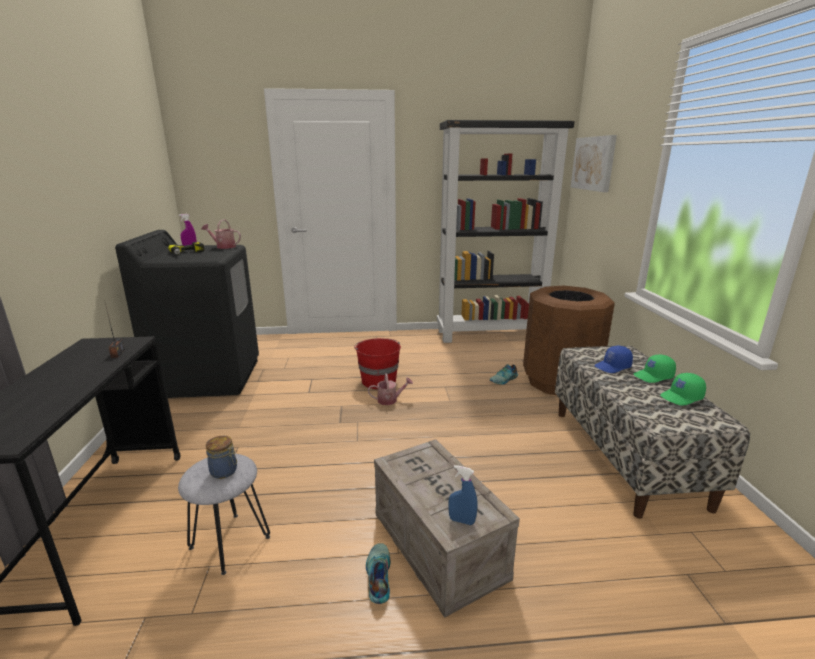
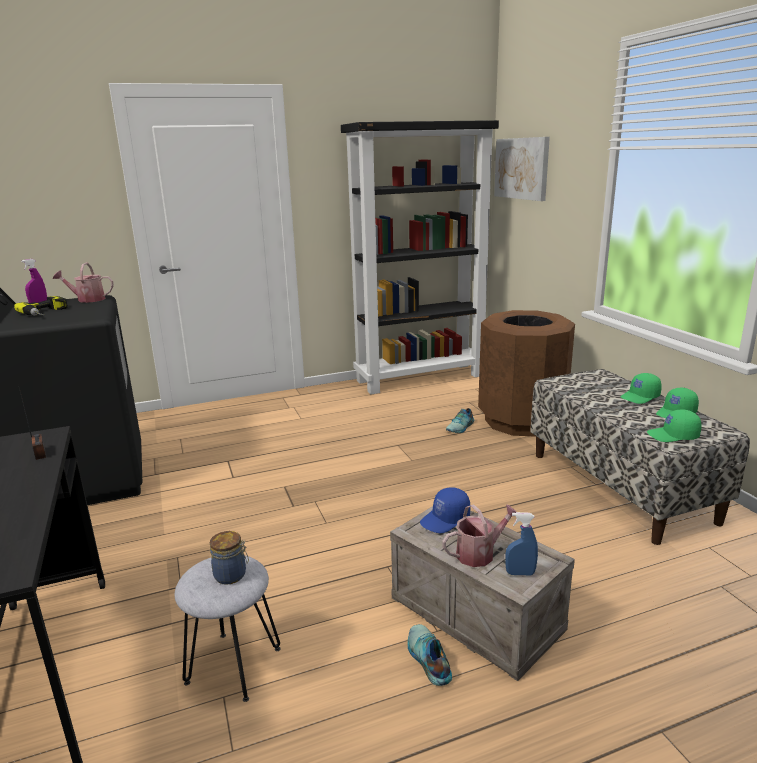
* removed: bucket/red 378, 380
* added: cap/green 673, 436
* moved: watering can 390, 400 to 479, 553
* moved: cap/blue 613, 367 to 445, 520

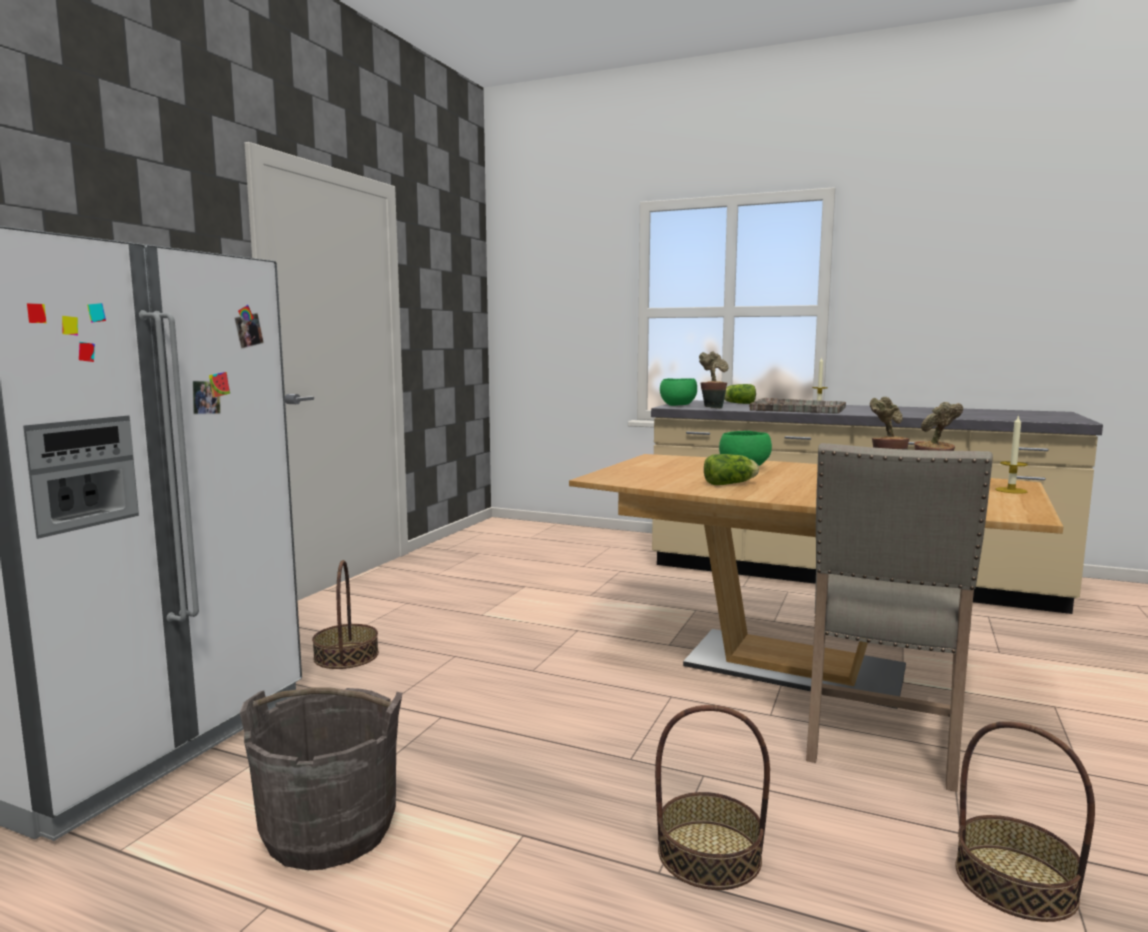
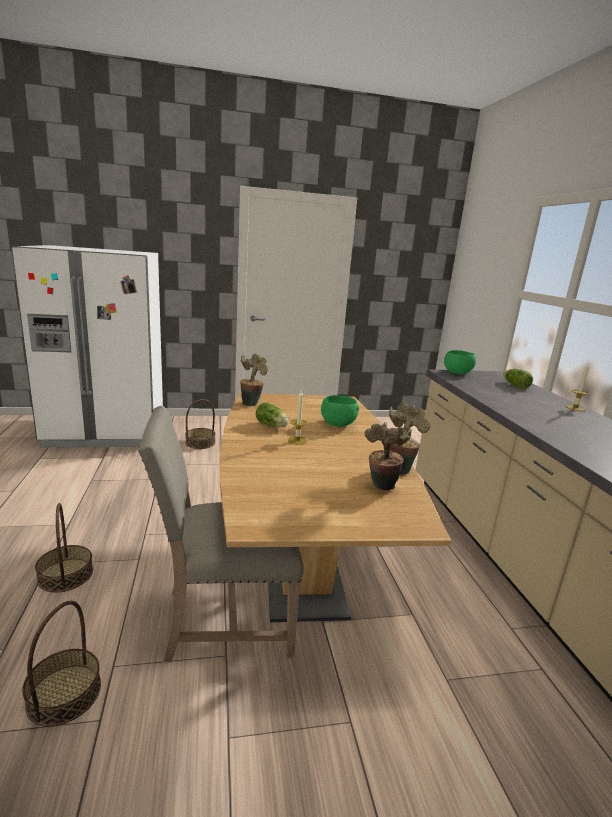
* removed: bucket/grey 329, 830
* removed: tray/grey 797, 409
* moved: potted plant 712, 407 to 252, 403
* moved: candle 1011, 490 to 297, 440

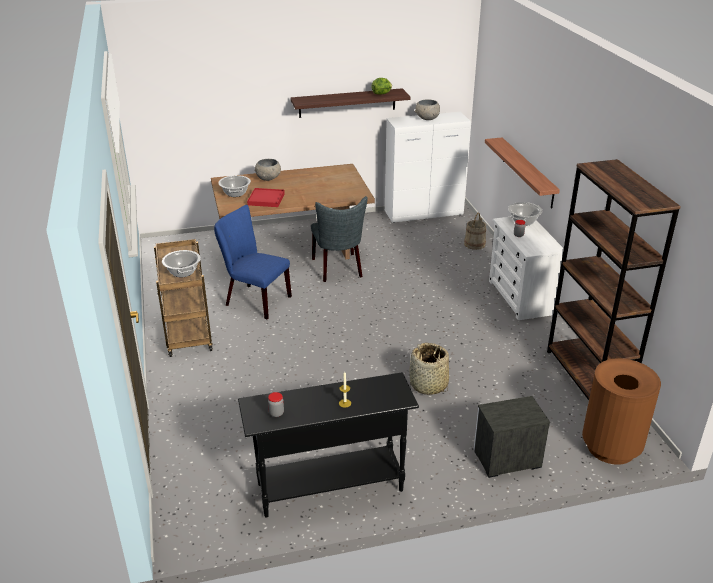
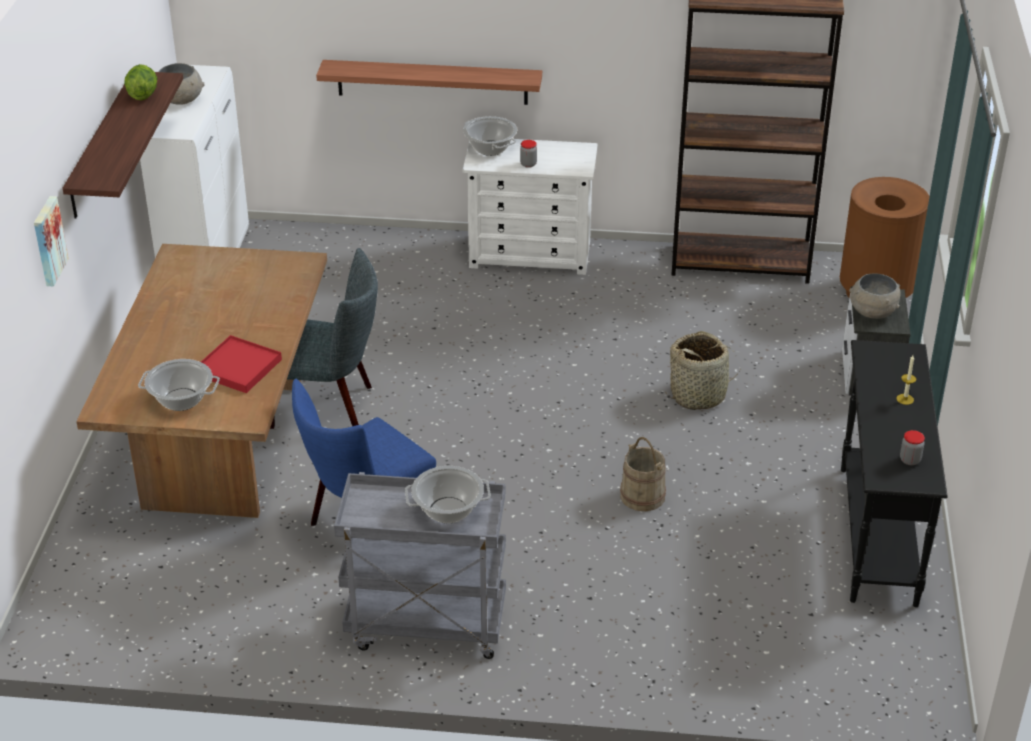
* added: picture 48, 241
* moved: bowl/grey 268, 178 to 873, 311
* moved: bucket/beige 474, 244 to 643, 496
* recoloured: cart/brown 187, 333 to cart/grey 425, 626

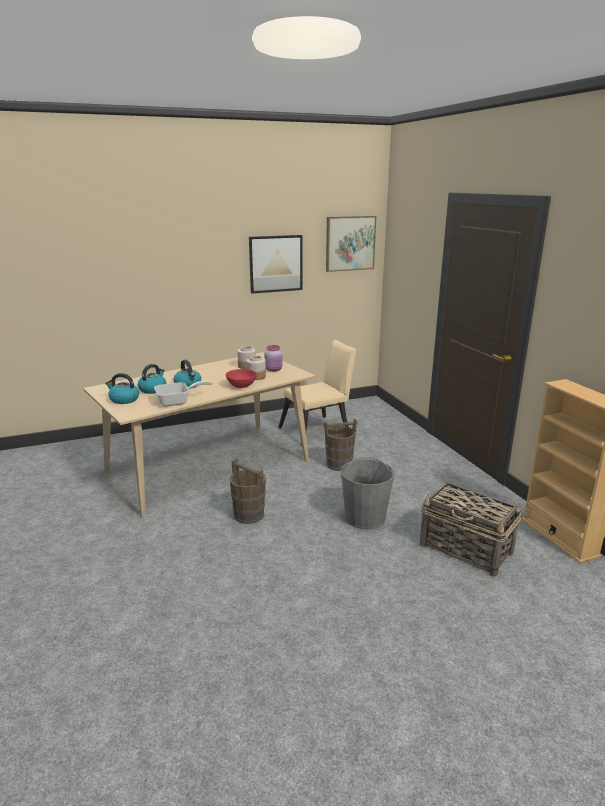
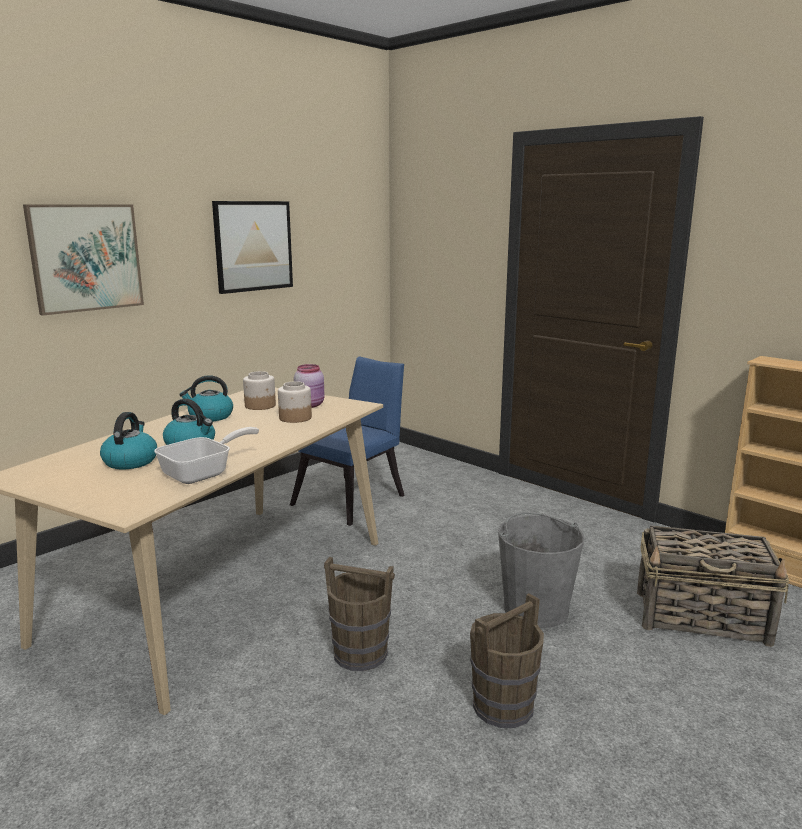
* removed: bowl/red 241, 386
* moved: kettle 123, 400 to 210, 416
* moved: bucket/brown 339, 464 to 503, 706
* moved: picture 350, 243 to 85, 257
* recoloured: chair/beige 318, 430 to chair/blue 354, 498

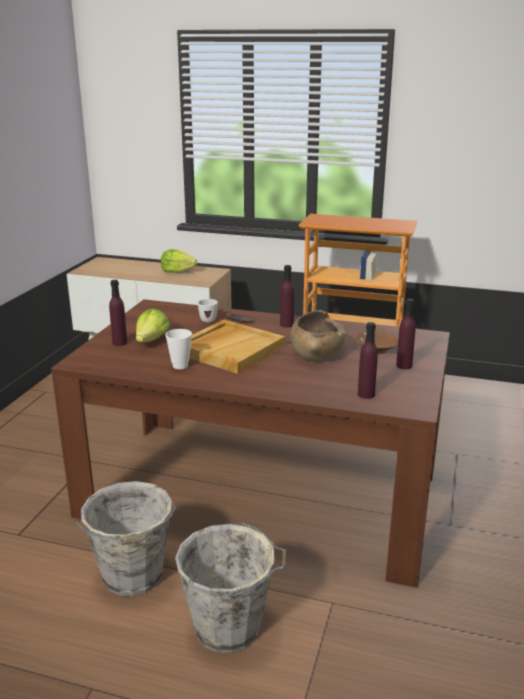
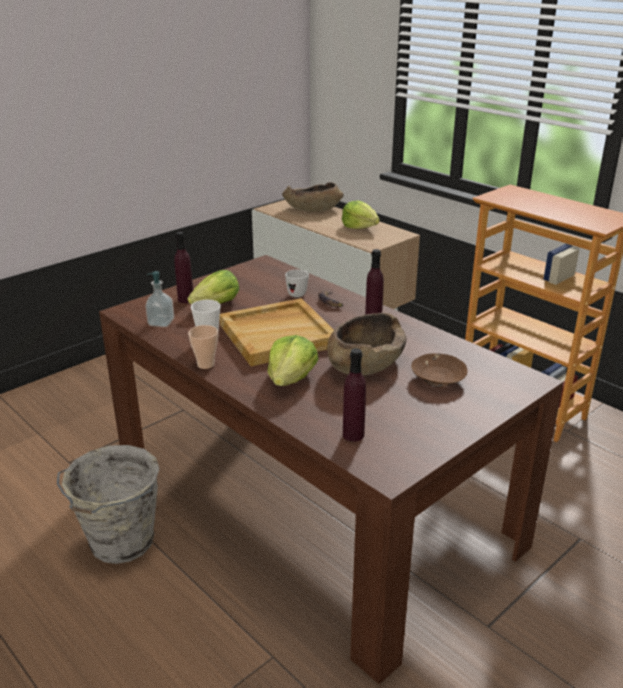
* removed: bucket/grey 230, 627
* removed: bottle/purple 404, 366
* added: soap dispenser 161, 322
* added: cup 205, 364
* added: lettuce 291, 379
* added: bowl/brown 312, 209

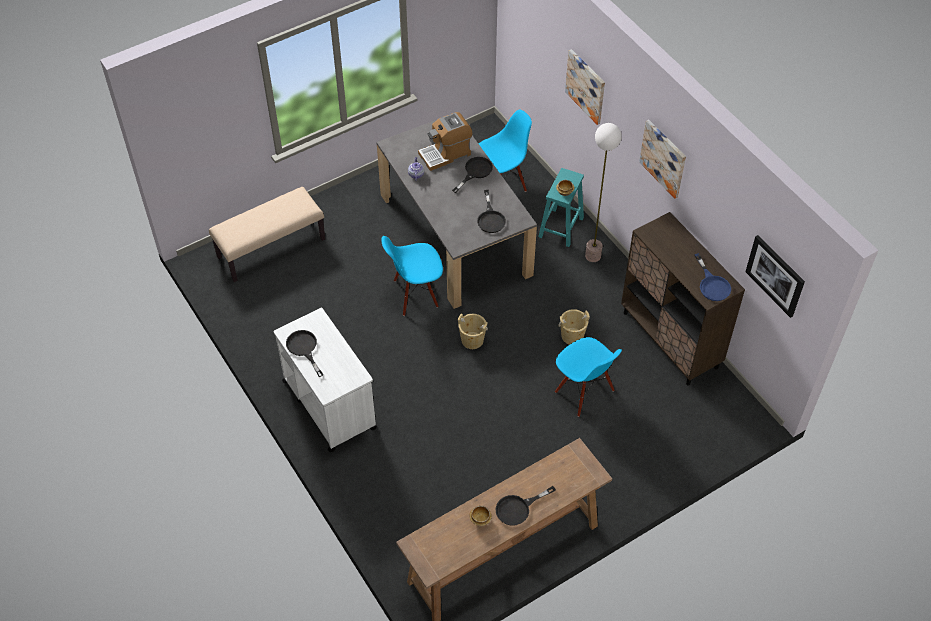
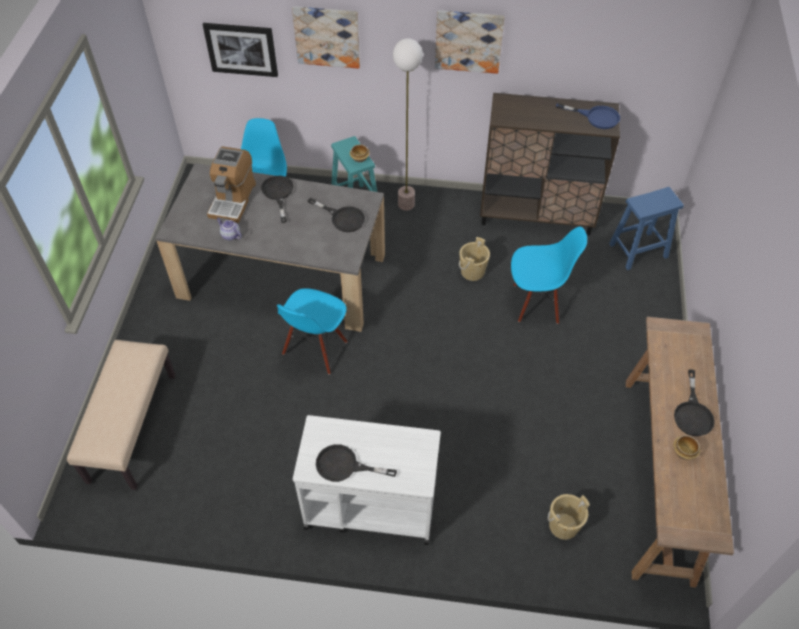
* added: stool/blue 639, 250
* moved: bucket/beige 472, 340 to 563, 525
* moved: picture 775, 275 to 241, 49

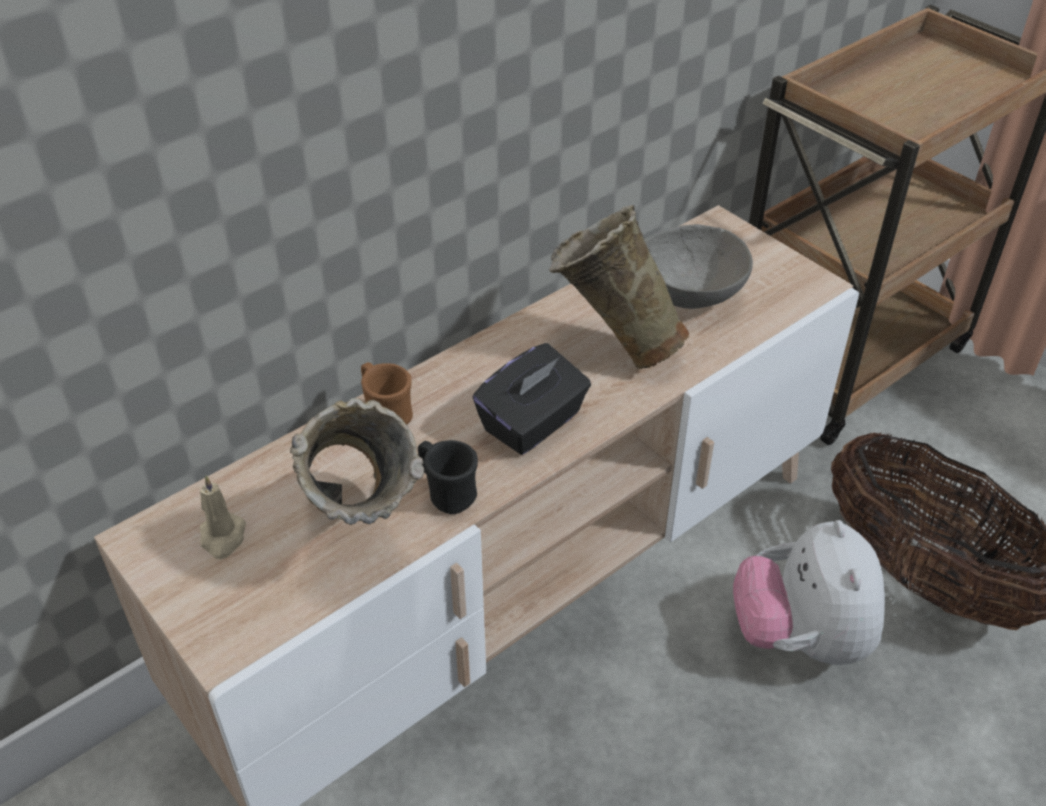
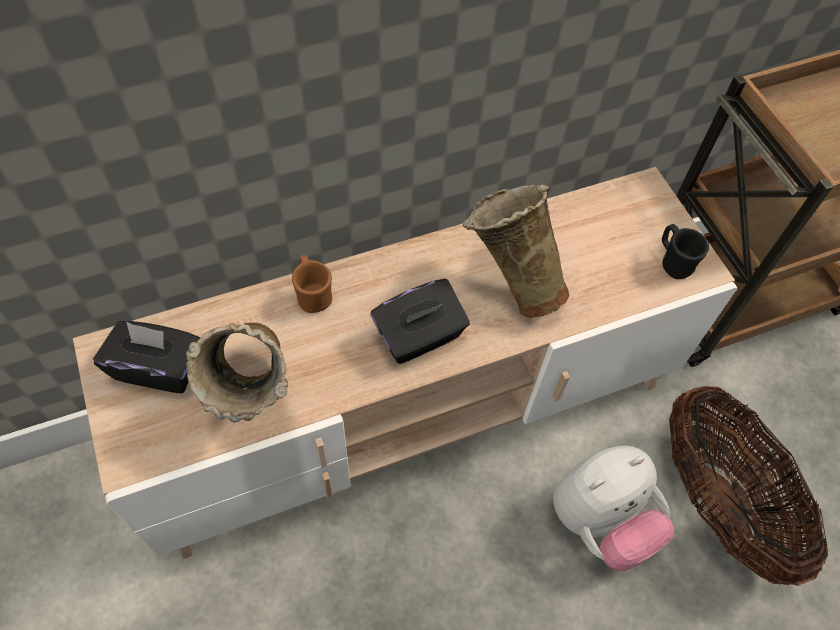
* removed: bowl/grey 688, 295
* moved: mug/black 447, 494 to 673, 262
* replaced: candle/beige 223, 538 to tissue box/black 158, 368
* turned: plush toy 800, 637 = 601, 521 135 degrees counterclockwise

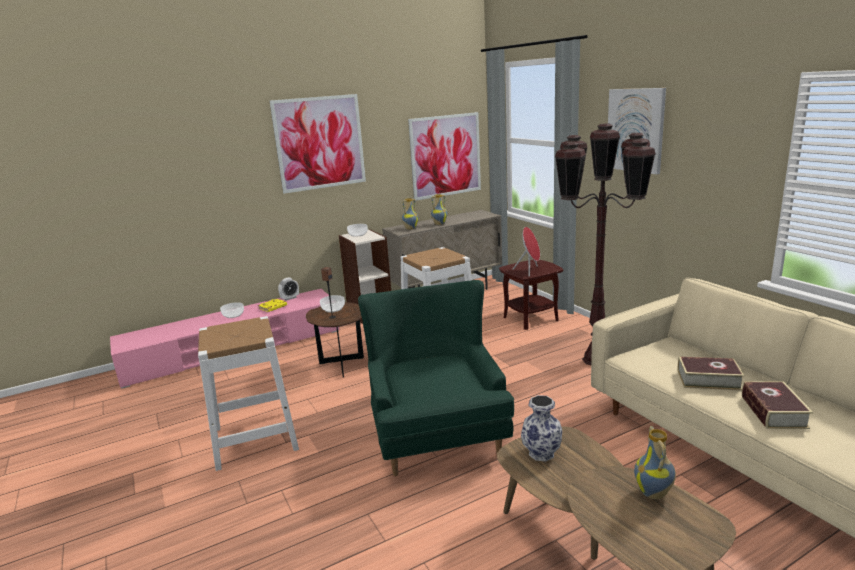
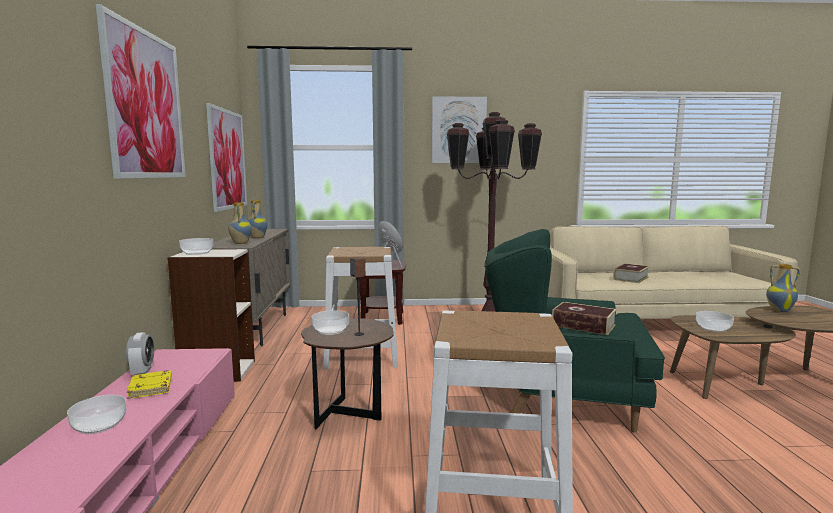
* moved: book 773, 412 to 583, 325
* replaced: vase 542, 453 to bowl 713, 328

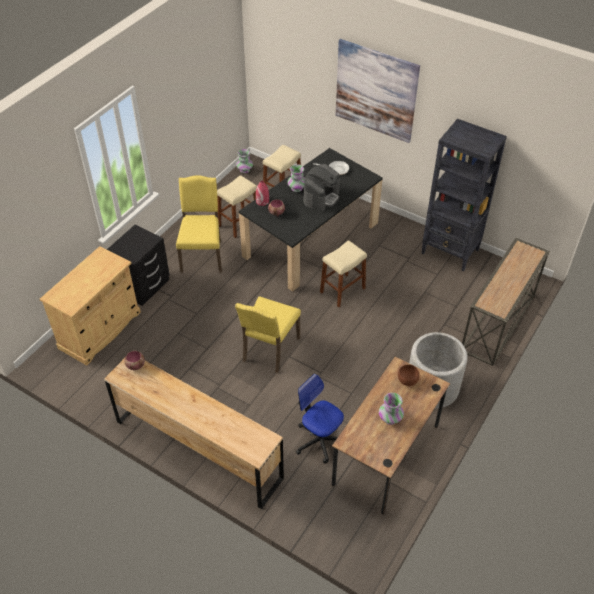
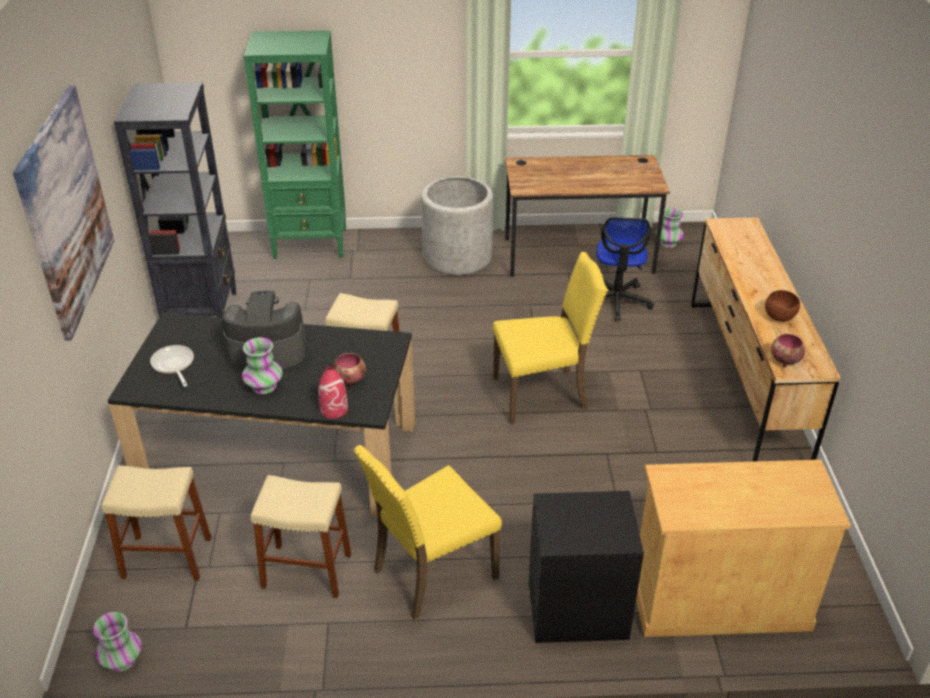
* moved: vase 390, 418 to 668, 243
* moved: bowl/brown 407, 381 to 780, 317
* replaced: console table 498, 323 to bookcase/green 311, 244

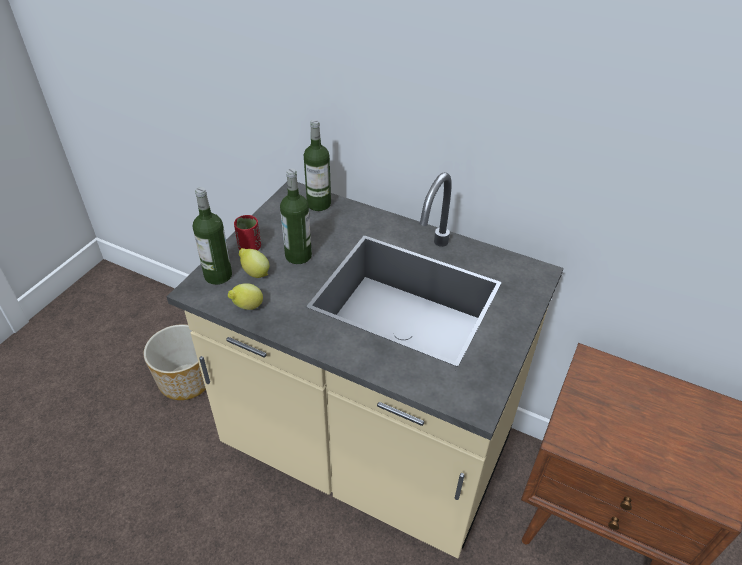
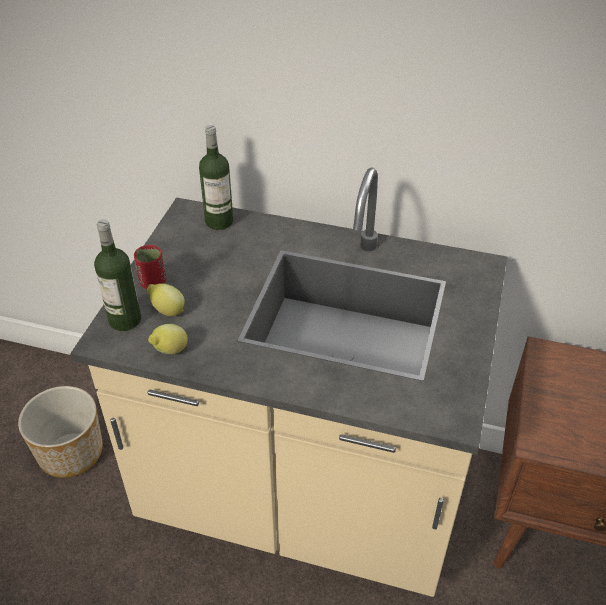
* removed: bottle 298, 255

